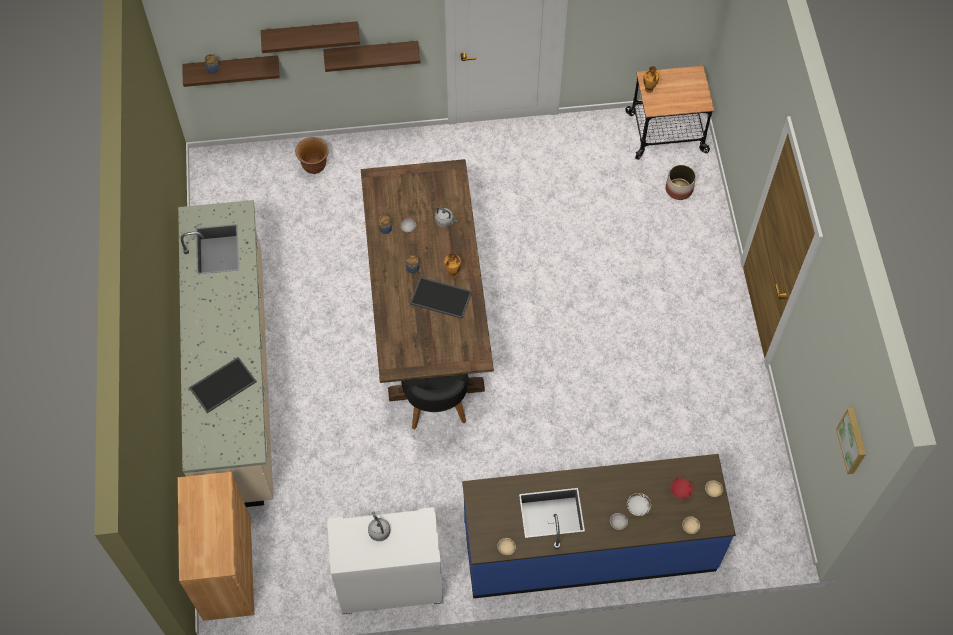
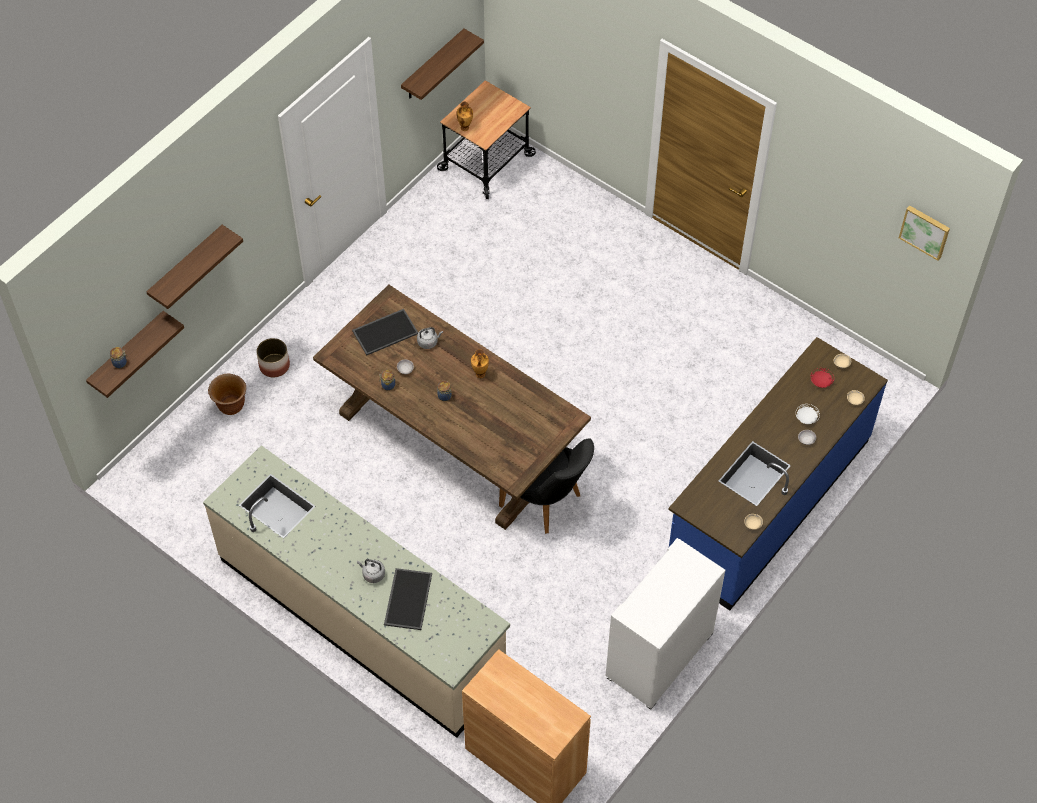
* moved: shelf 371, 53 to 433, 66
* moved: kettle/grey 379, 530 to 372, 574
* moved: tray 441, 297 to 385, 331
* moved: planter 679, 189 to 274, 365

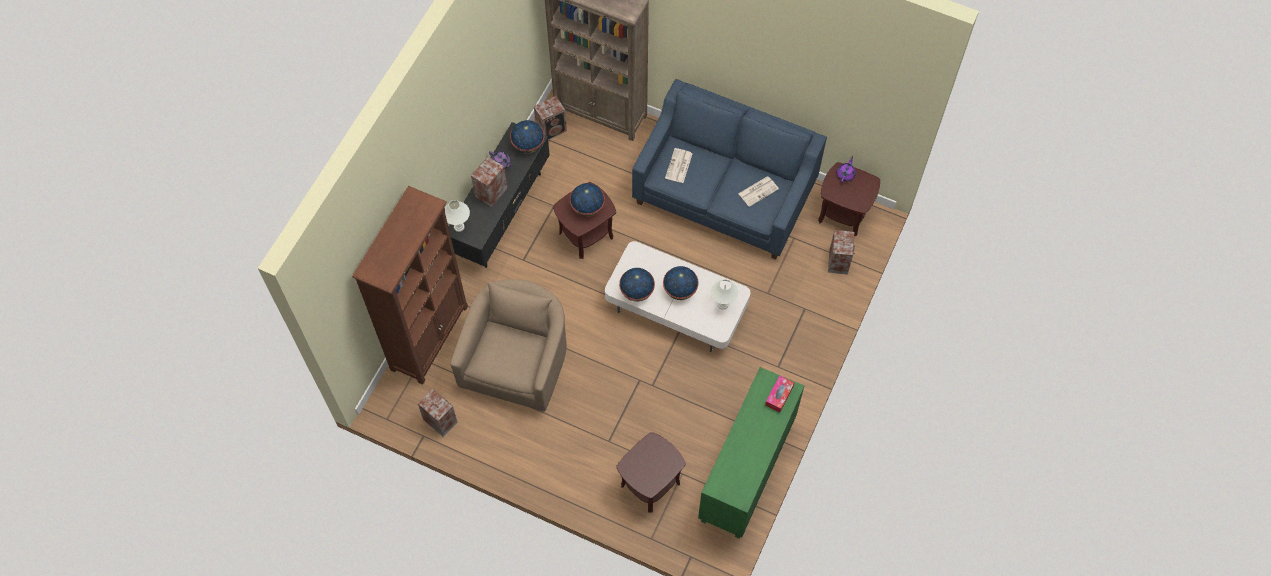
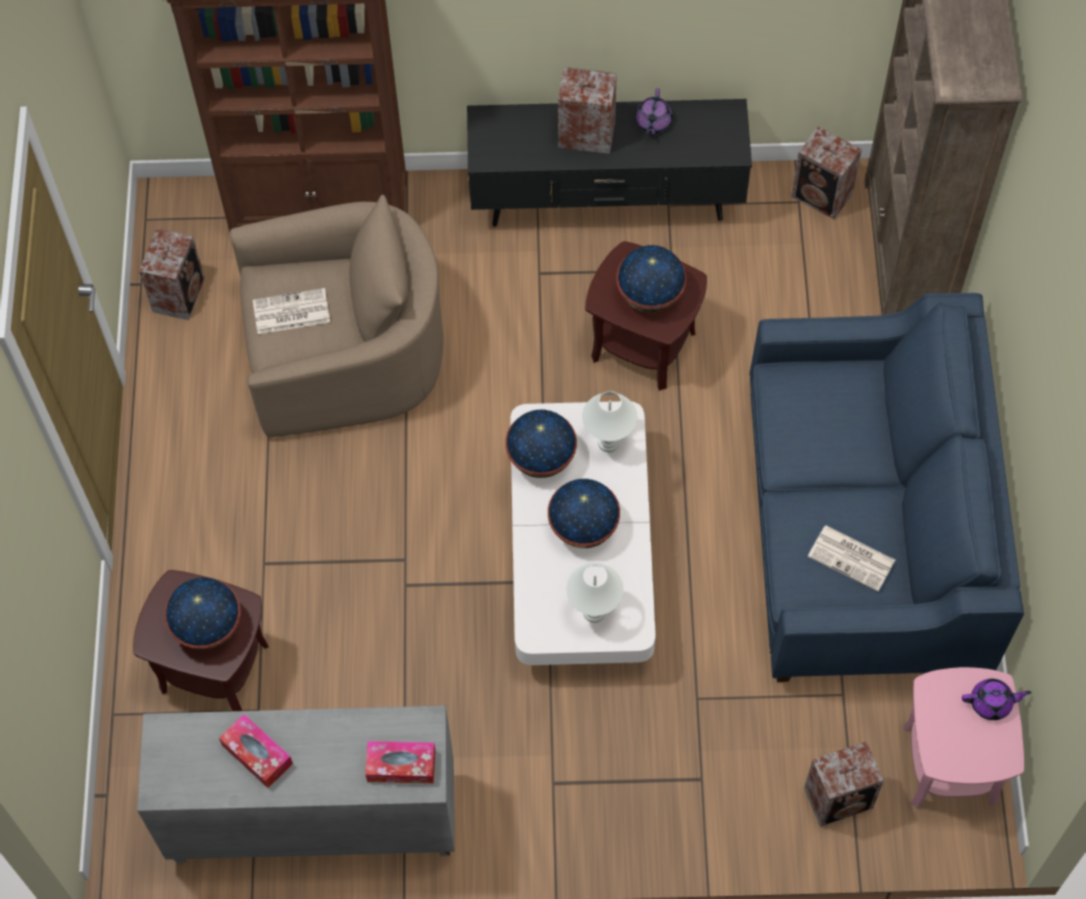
* added: tissue box 257, 754
* moved: table lamp/white 459, 227 to 608, 443
* moved: globe 528, 145 to 208, 626
* moved: newspaper 679, 166 to 290, 312
* recoloured: cabinet/green 747, 472 to cabinet/grey 312, 821
* recoloured: side table/brown 843, 214 to side table/pink 951, 763

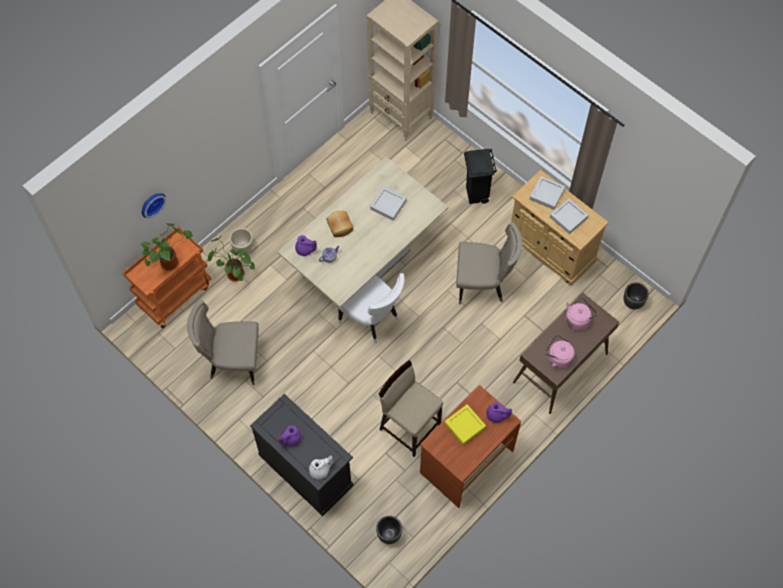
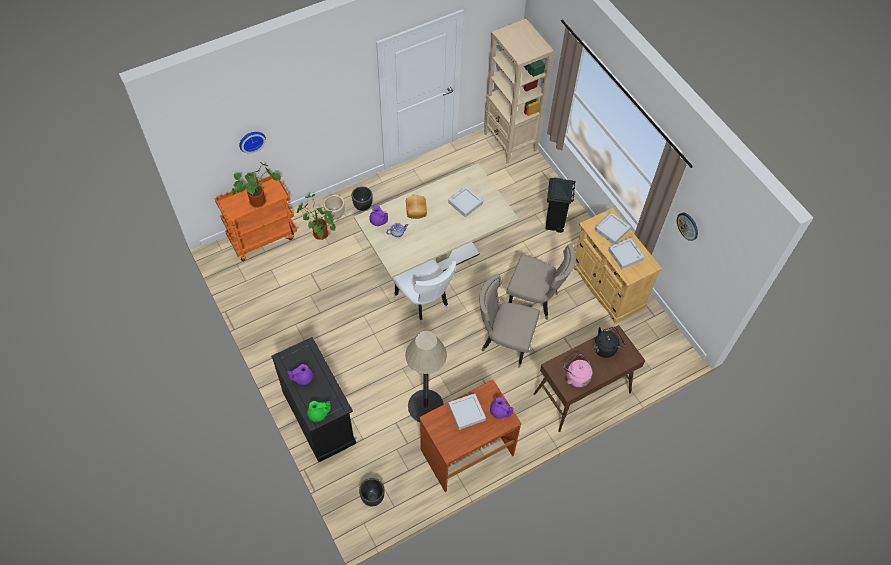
* added: wall clock 688, 226
* moved: chair/beige 232, 361 to 504, 341
* moved: planter/black 633, 302 to 363, 206
* replaced: stool/beige 410, 427 to floor lamp 425, 406
* recoloured: teapot/white 320, 470 to teapot/green 318, 414
* recoloured: tray/yellow 464, 425 to tray/grey 466, 412
* recoloured: kettle/pink 578, 320 to kettle/black 606, 348

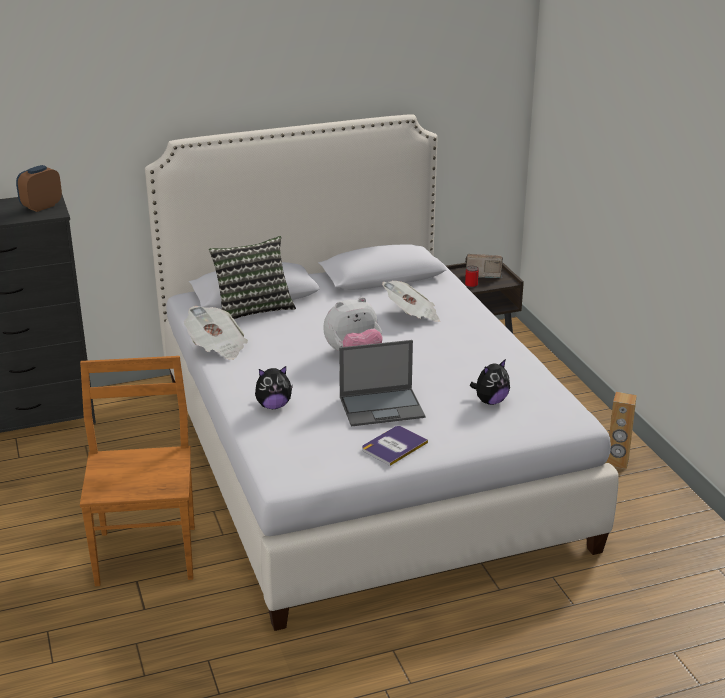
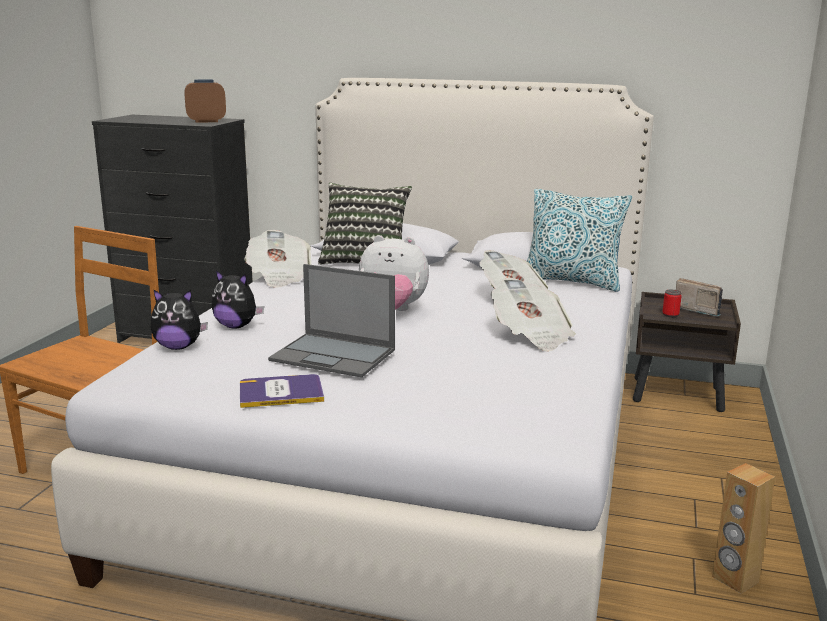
* added: newspaper 531, 336
* added: pillow 572, 281
* moved: plush toy 490, 401 to 178, 347

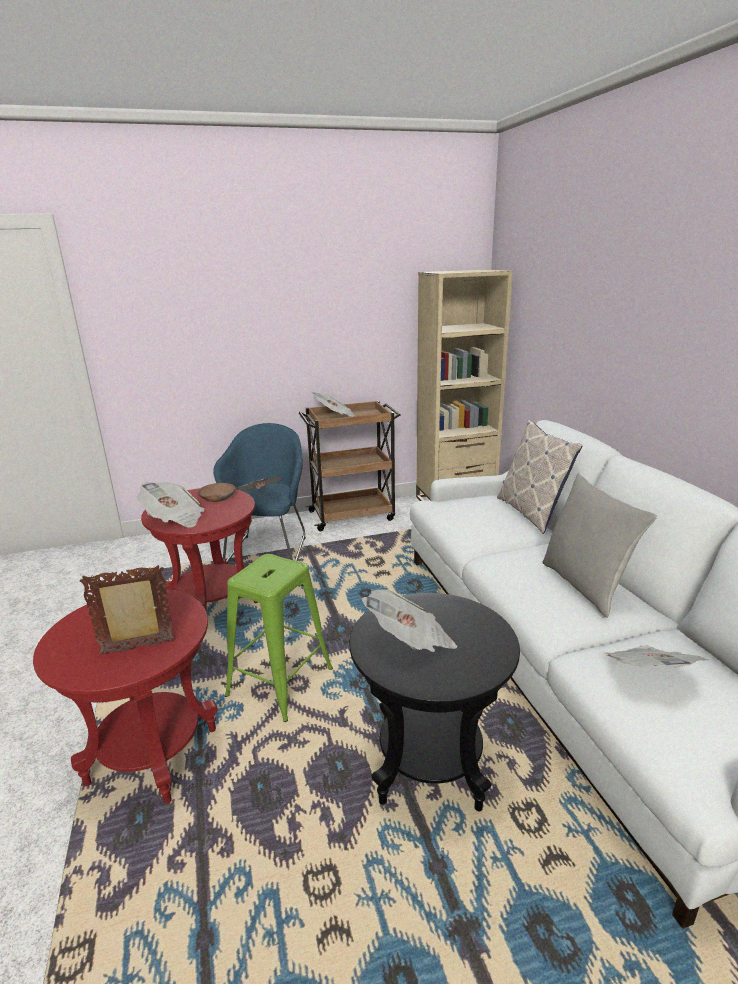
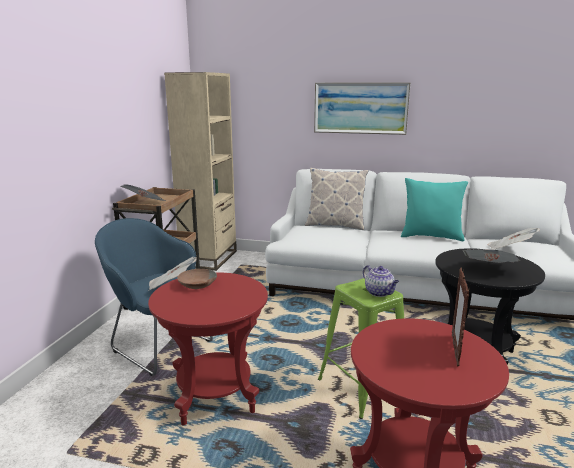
* removed: newspaper 174, 519
* added: picture 360, 108
* added: teapot 379, 293
* recoloured: pillow/grey 585, 585 to pillow/turquoise 431, 236

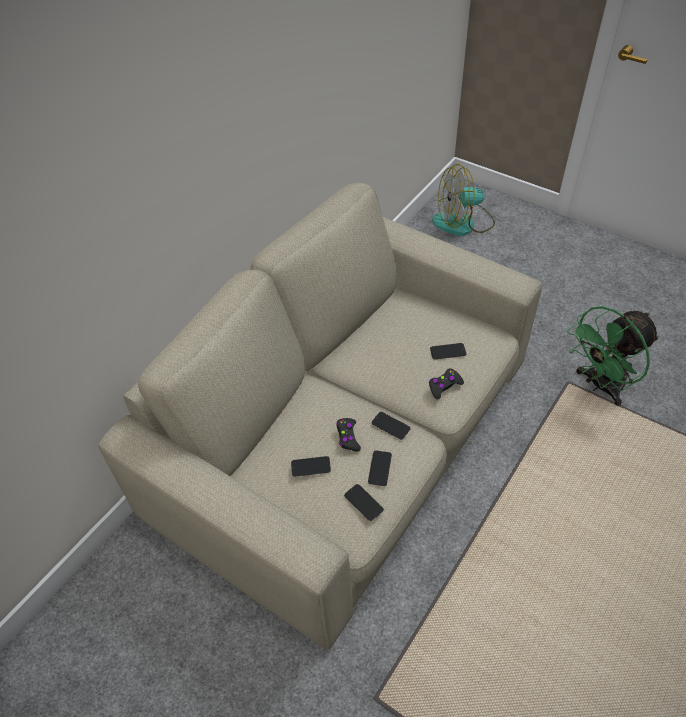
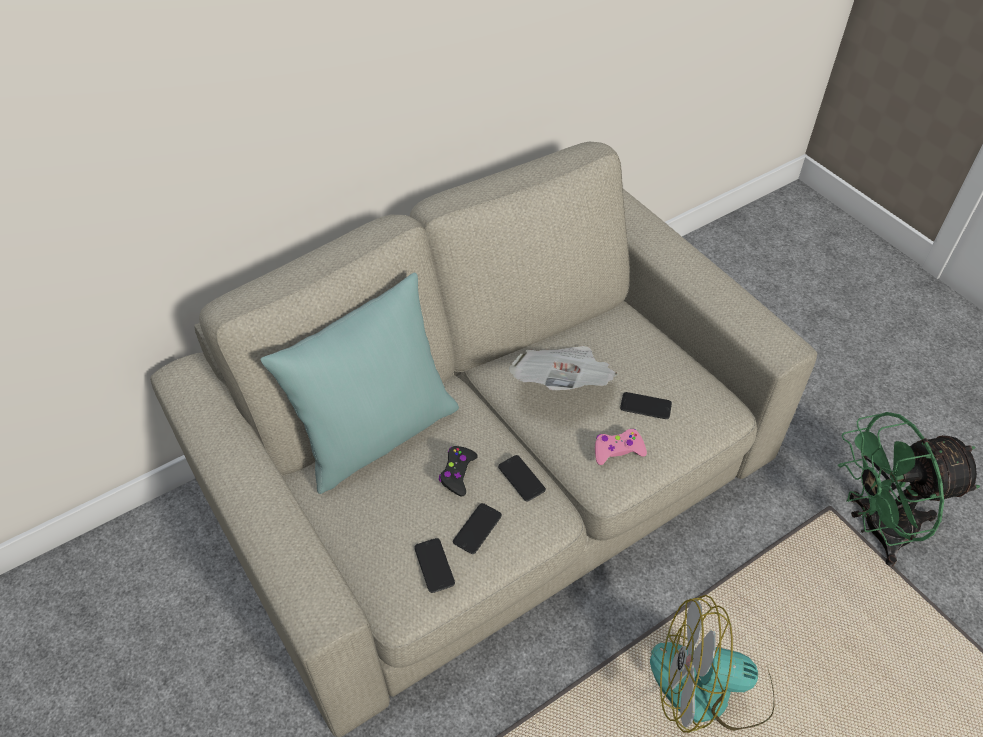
* removed: phone 310, 466
* added: pillow/turquoise 377, 435
* added: newspaper 562, 384
* moved: fan 463, 223 to 710, 686
* recoloured: game controller/black 444, 386 to game controller/pink 617, 450

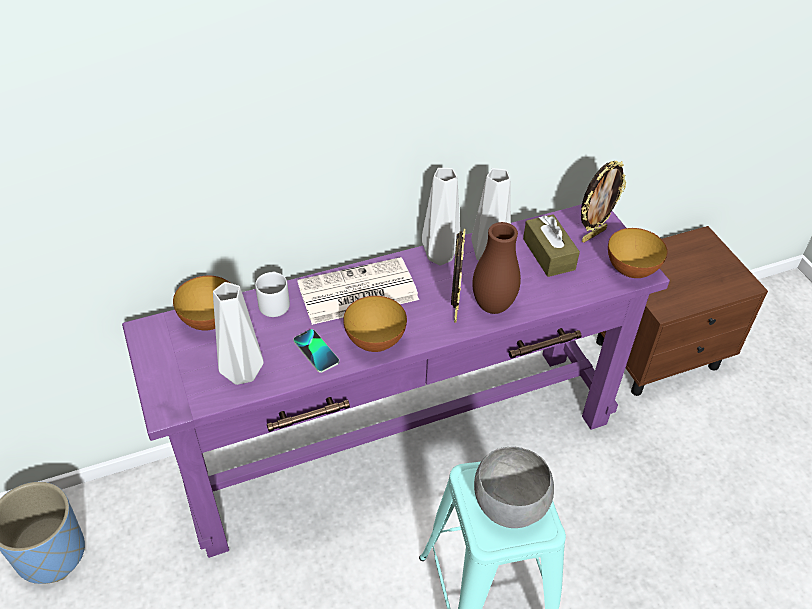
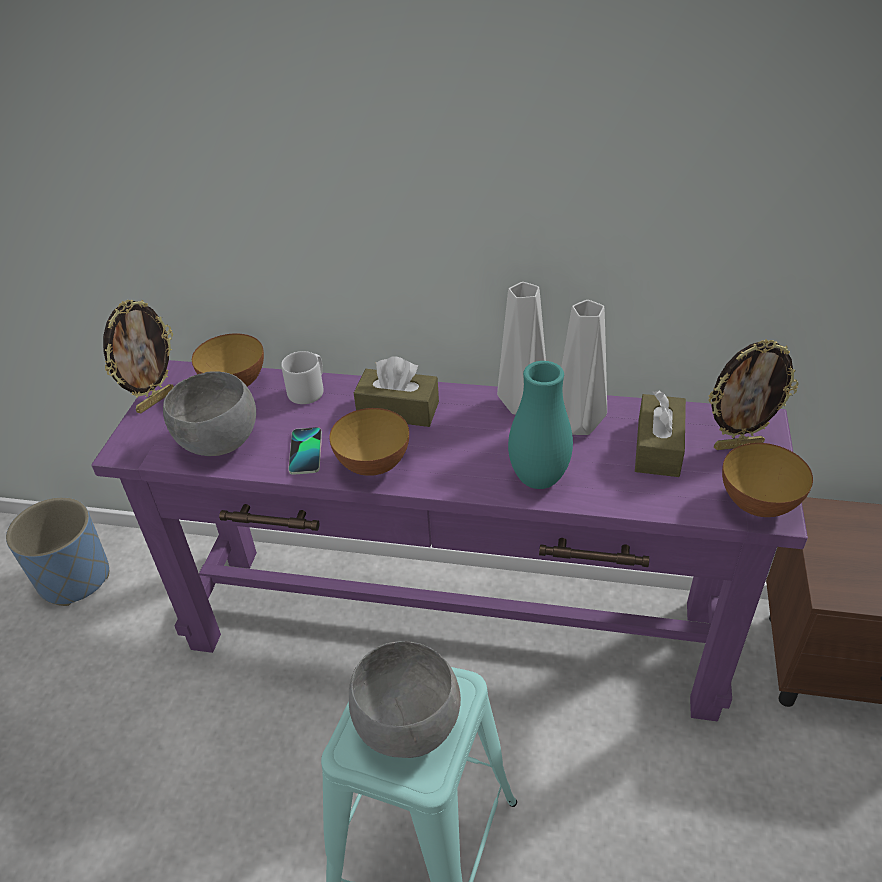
* moved: picture frame 454, 309 to 155, 401
* replaced: vase/grey 241, 373 to bowl/grey 218, 443
* replaced: newspaper 356, 292 to tissue box/brown 398, 410
* recoloured: vase/brown 493, 306 to vase/turquoise 538, 479

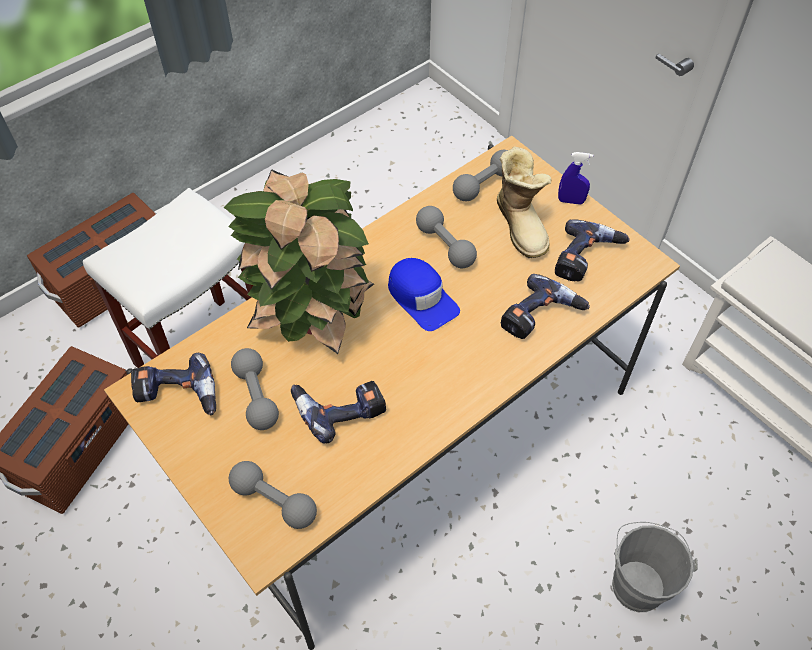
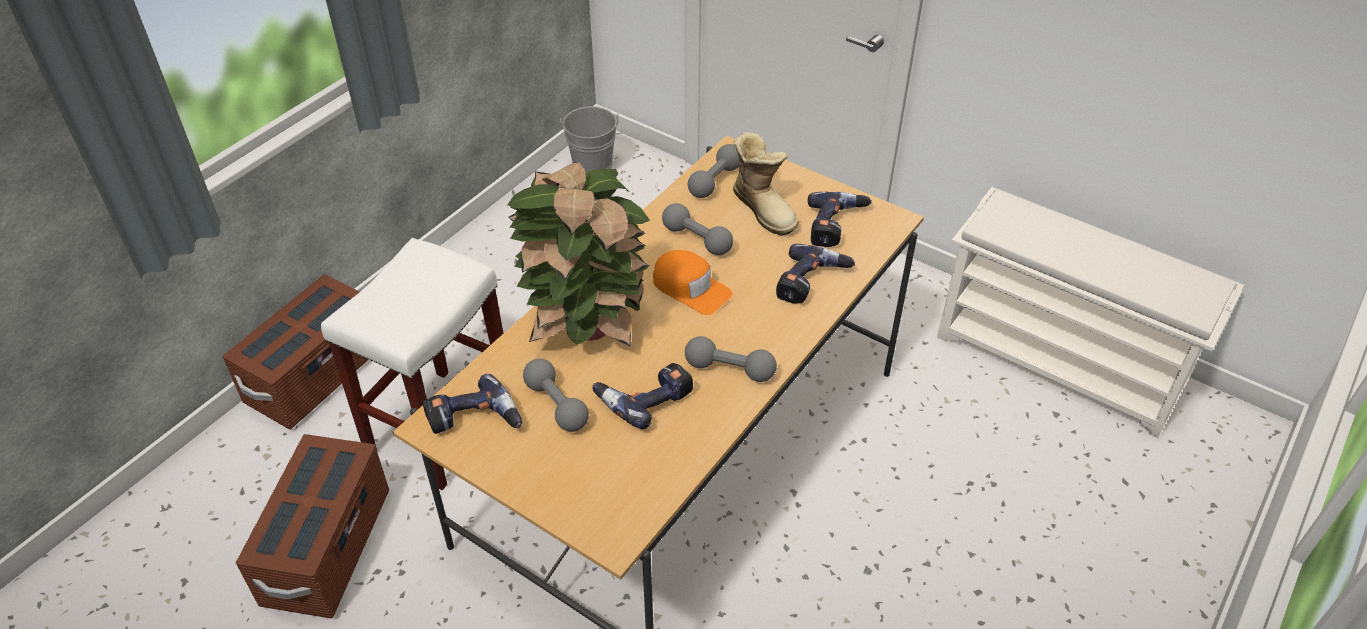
* removed: spray bottle/blue 571, 201
* moved: dumbbell/grey 274, 501 to 729, 369
* moved: bucket/grey 637, 581 to 592, 165
* recoloured: cap/blue 421, 298 to cap/orange 690, 288

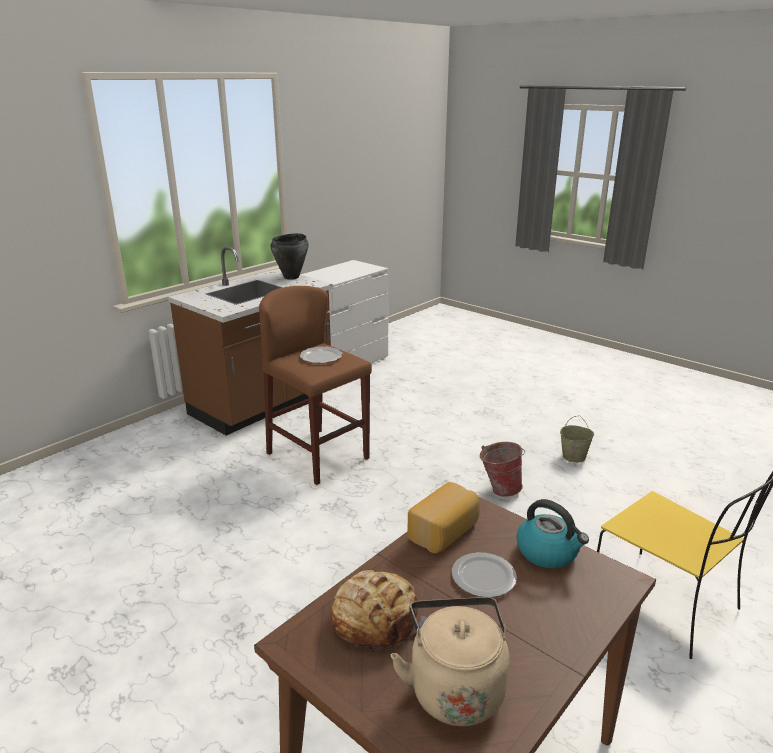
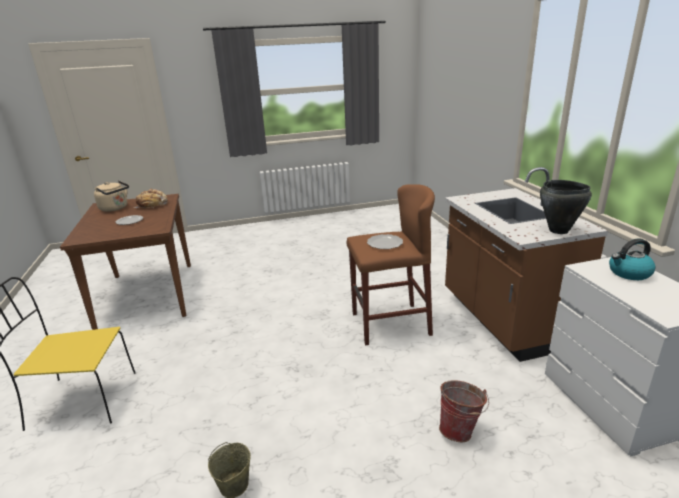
* removed: bread 445, 532
* moved: bucket 499, 489 to 460, 430
* moved: kettle 548, 552 to 629, 273

